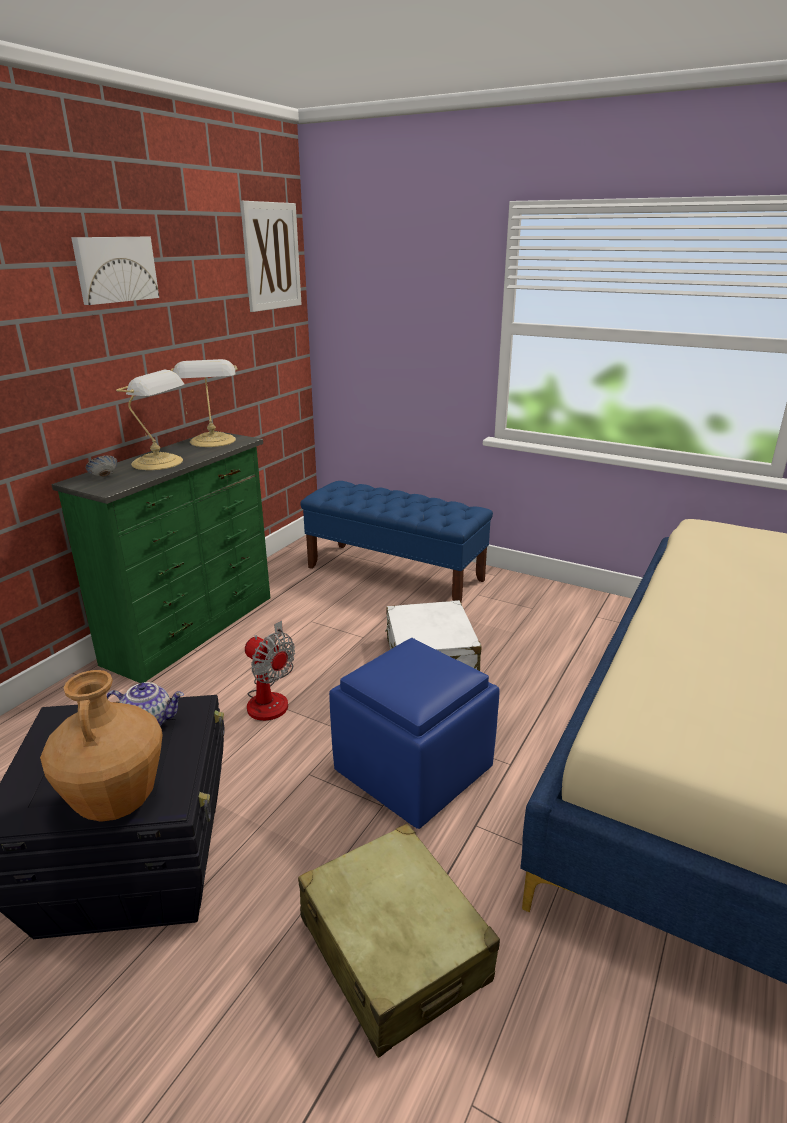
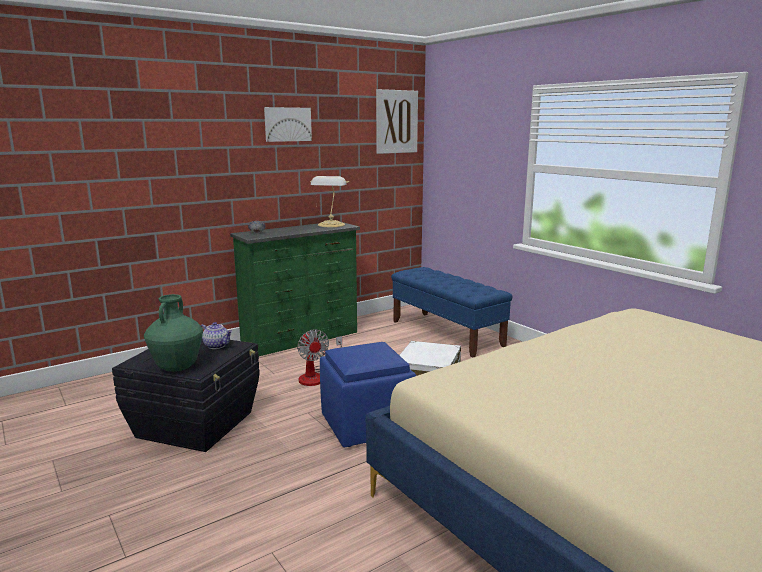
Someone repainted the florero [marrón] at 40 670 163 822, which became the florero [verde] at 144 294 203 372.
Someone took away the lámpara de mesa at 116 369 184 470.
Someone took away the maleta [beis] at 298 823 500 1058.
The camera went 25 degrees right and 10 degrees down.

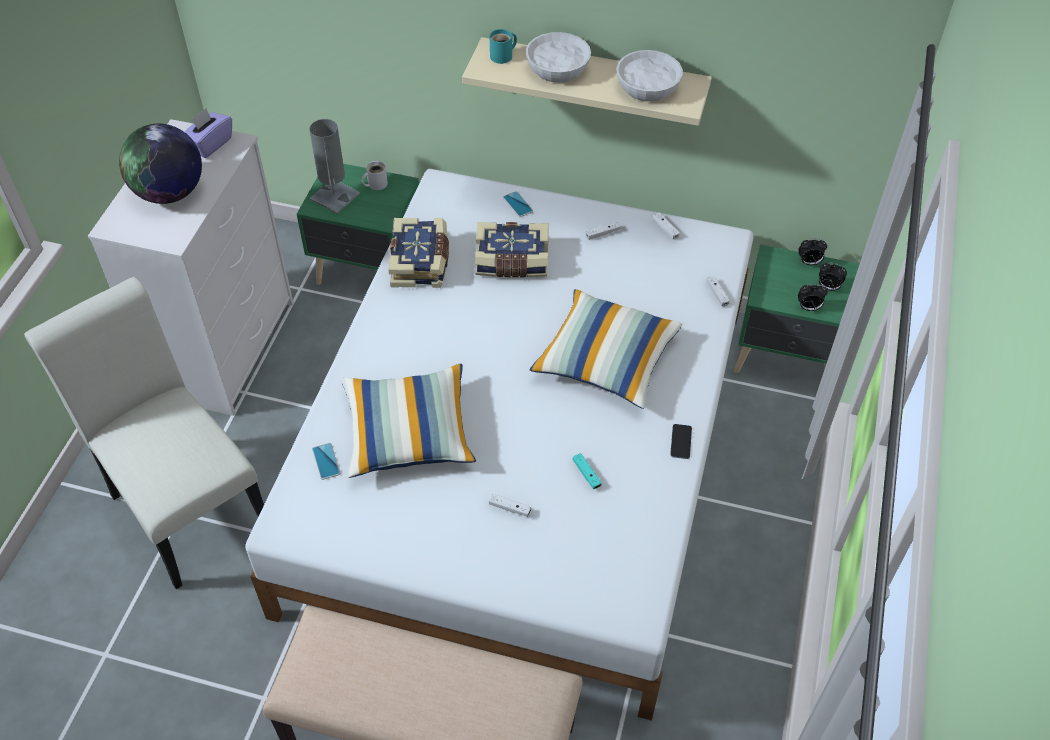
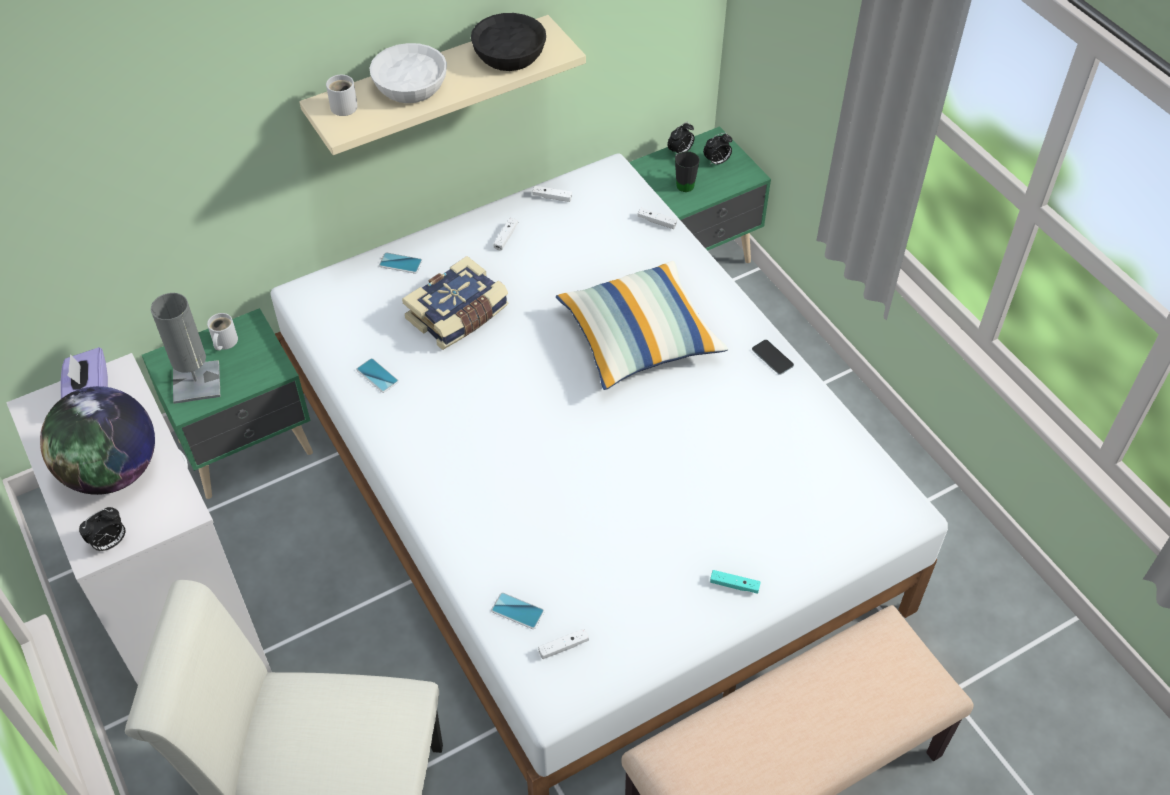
Someone took away the cojín at 341 364 476 478.
Someone swapped the libro at 388 218 449 288 for the móvil at 356 358 399 393.
Someone carried the mando de consola [blanco] from 489 494 531 517 to 538 629 589 659.
Someone repainted the taza grande [turquesa] at 490 29 517 64, which became the taza grande [blanco] at 326 75 358 116.
Someone carried the mando de consola [turquesa] from 573 453 602 489 to 710 570 761 594.
Someone repainted the cuenco [blanco] at 616 50 683 102, which became the cuenco [negro] at 471 13 546 71.
Someone carried the despertador from 798 284 828 311 to 79 507 125 552.
Someone put down the taza grande [negro] at 675 151 700 192.
The camera went 45 degrees left and 0 degrees up.

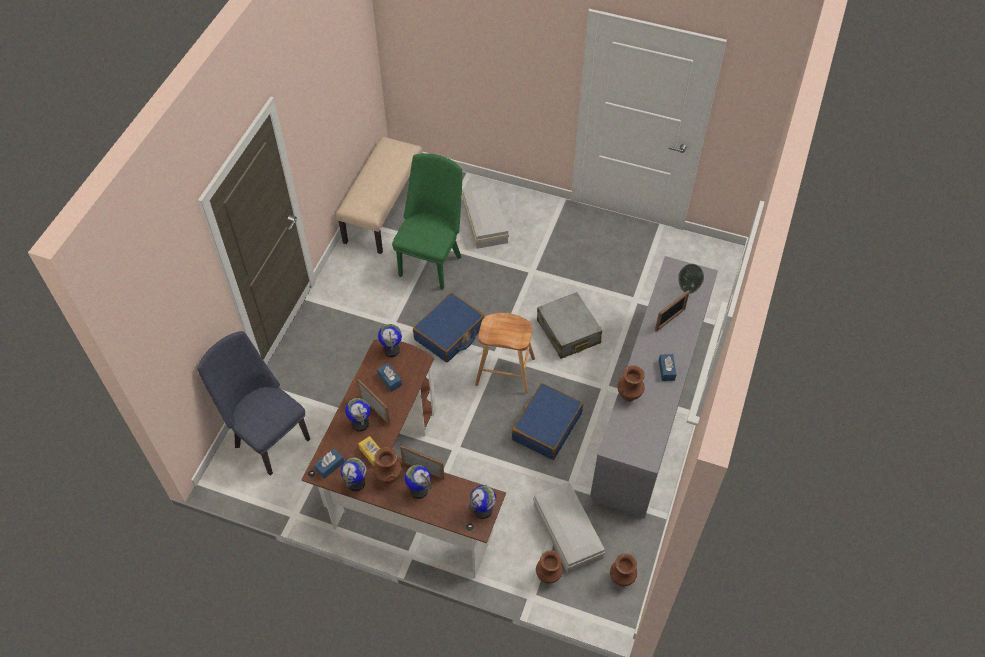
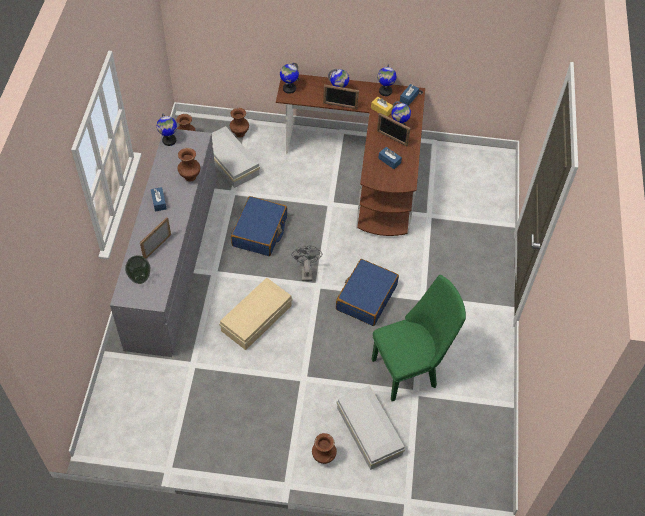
Someone took away the silla [azul] at 197 331 310 476.
Someone took away the banco [beis] at 336 136 423 254.
Someone carried the florero [marrón] from 373 447 402 484 to 312 433 337 464.
Someone carried the globo terráqueo from 378 324 402 357 to 157 113 177 146.
Someone rotated the silla [verde] at 392 153 462 290 by 120 degrees counterclockwise.
Someone swapped the taburete [marrón] at 475 313 535 394 for the ventilador [gris] at 292 245 322 281.
Someone swapped the maleta [gris] at 537 292 602 359 for the caja de almacenaje [beis] at 219 278 293 350.
The camera went 165 degrees right and 0 degrees up.

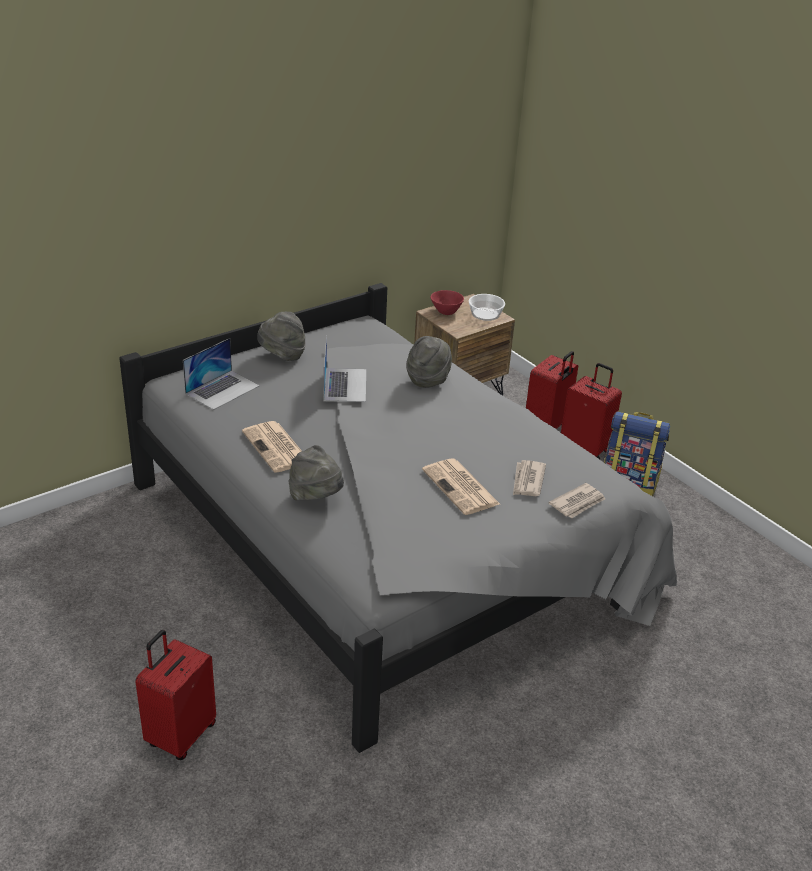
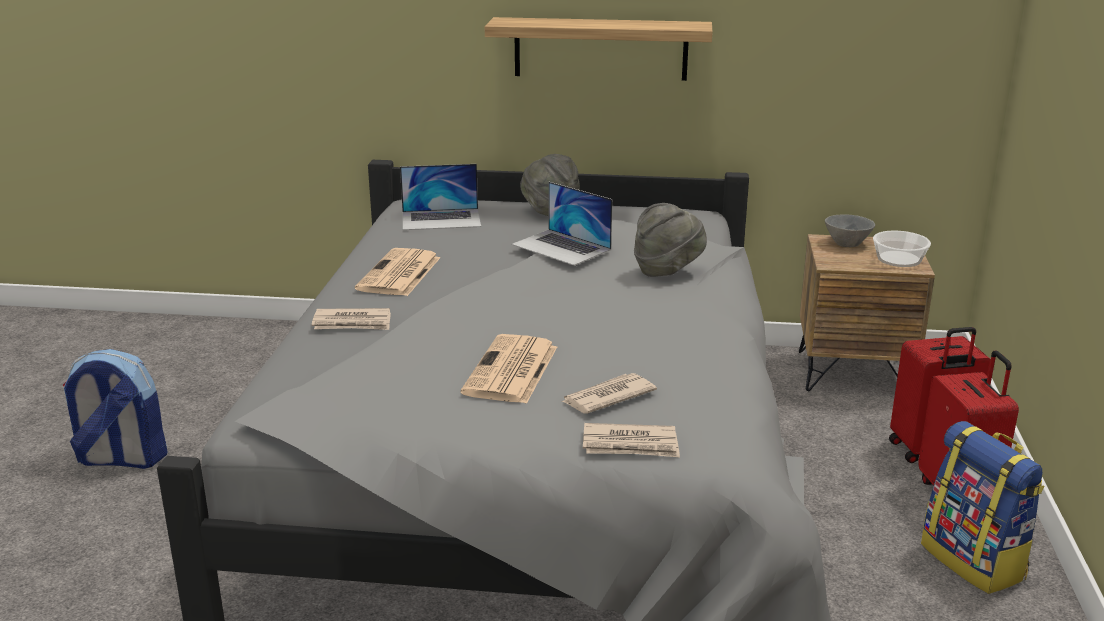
Someone took away the maleta [rojo] at 135 630 216 760.
Someone swapped the sombrero [gris] at 288 445 344 500 for the periódico at 312 308 391 330.
Someone rotated the portátil at 324 335 366 402 by 90 degrees clockwise.
Someone repainted the cuenco [rojo] at 431 290 464 315, which became the cuenco [gris] at 825 214 875 247.
Someone put down the mochila at 63 349 167 469.
Someone put up the estante at 485 17 713 81.
The camera went 45 degrees right and 10 degrees down.

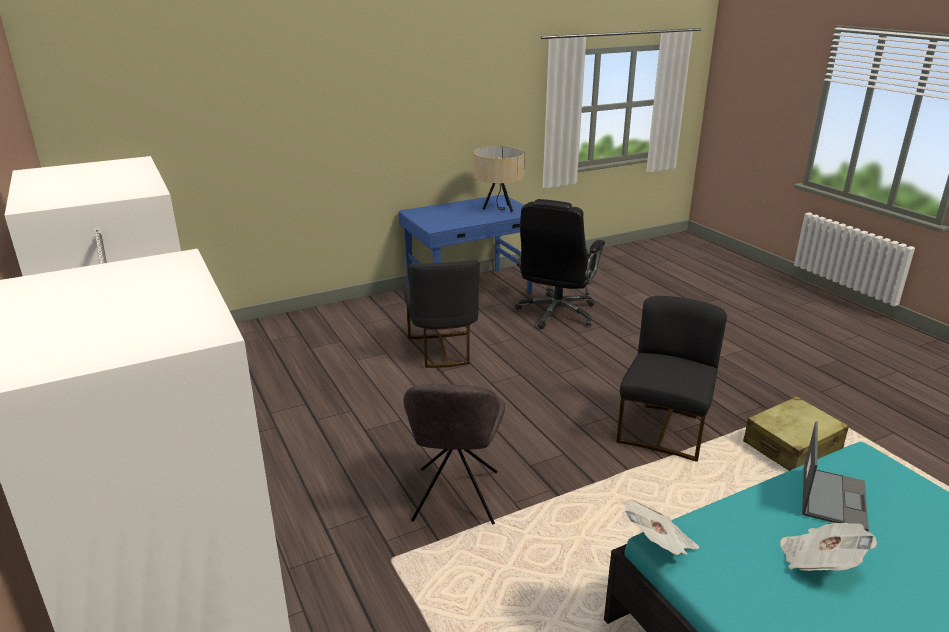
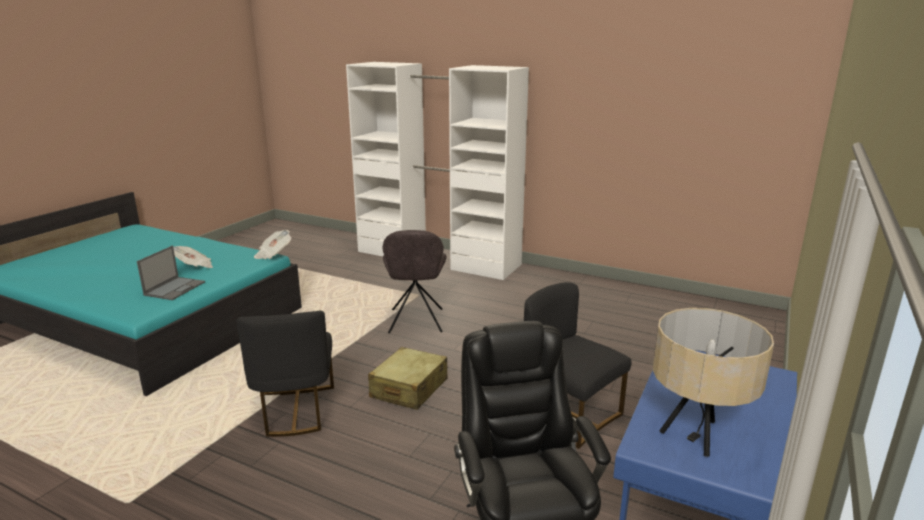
Someone rotated the silla [gris] at 403 384 505 524 by 150 degrees counterclockwise.
Someone carried the maleta [beis] from 743 396 849 471 to 368 347 448 410.
Someone rotated the portátil at 802 421 869 531 by 150 degrees counterclockwise.
The camera went 145 degrees right and 5 degrees down.

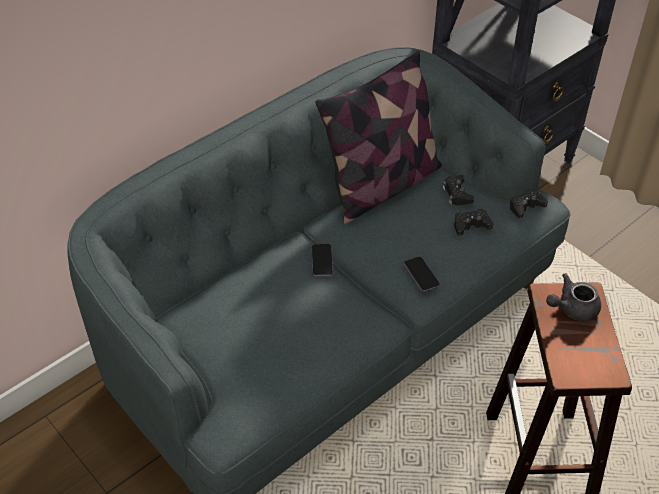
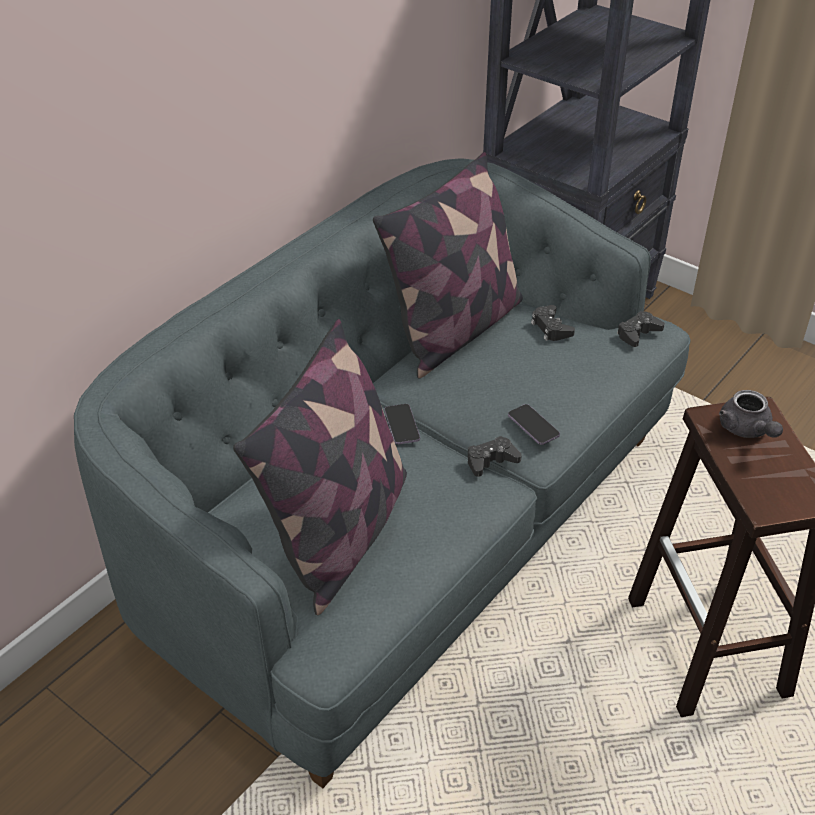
Someone carried the mando de consola [negro] from 454 209 494 236 to 468 436 522 477.
Someone rotated the tetera [gris] at 546 273 601 321 by 75 degrees counterclockwise.
Someone put down the cojín at 233 319 407 616.
The camera went 10 degrees left and 5 degrees down.

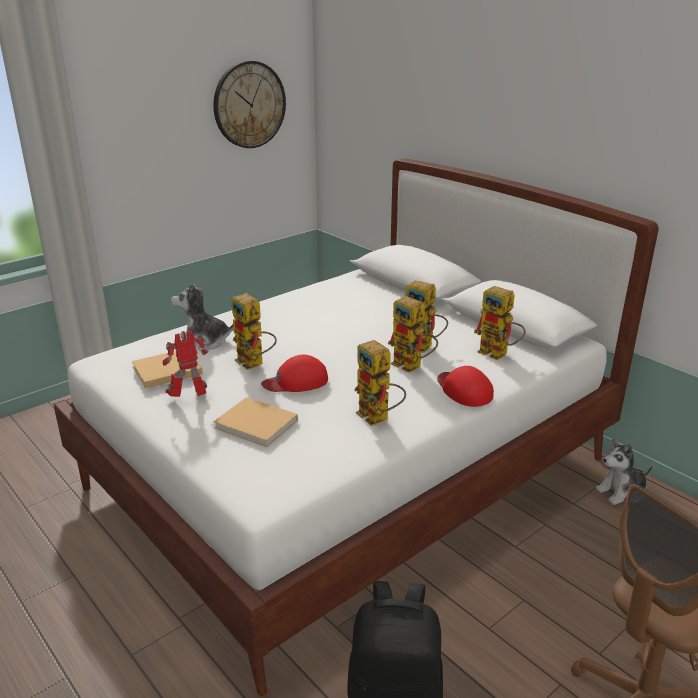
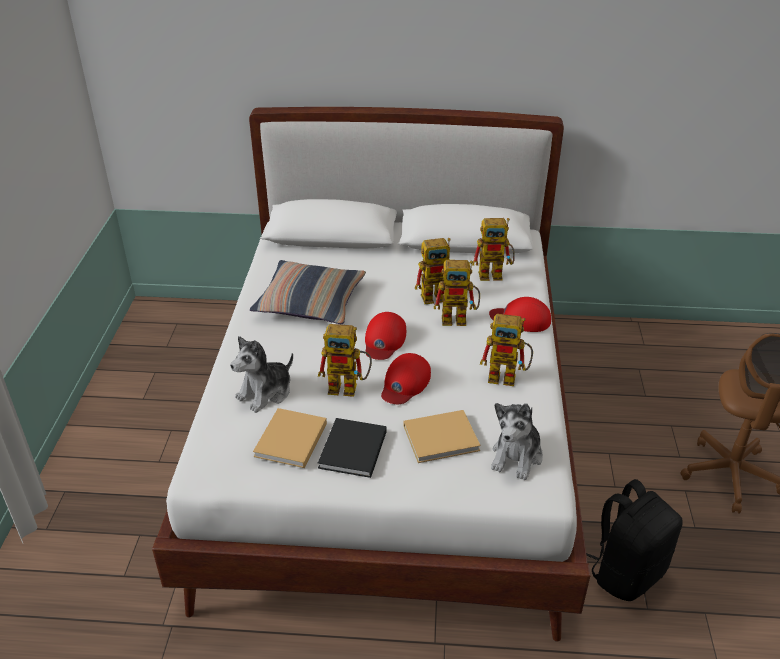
Someone swapped the robot de juguete at 163 330 208 397 for the libro [negro] at 318 418 386 478.
Someone took away the reloj de pared at 213 61 286 148.
Someone carried the peluche from 596 438 653 505 to 491 403 543 480.
Someone put down the cojín at 250 260 366 324.
Someone put down the gorra [rojo] at 365 312 406 360.
The camera went 45 degrees left and 10 degrees up.

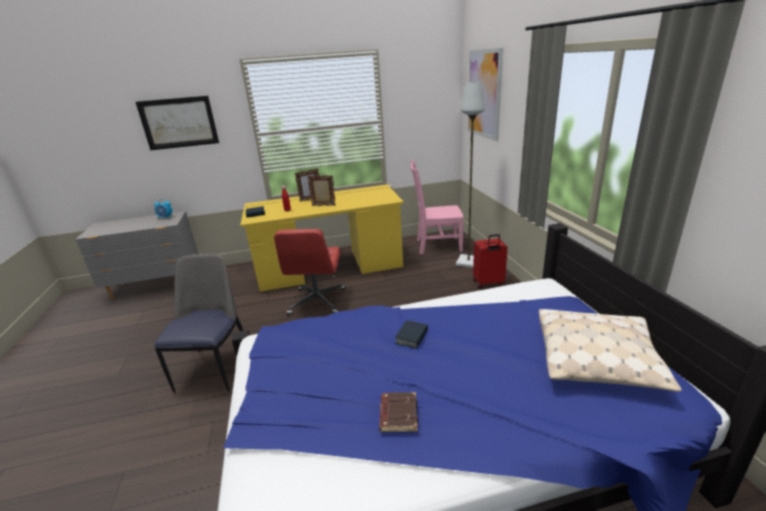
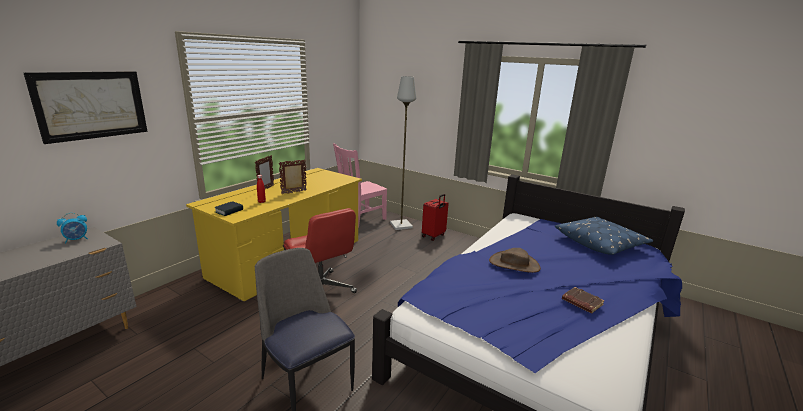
Someone swapped the libro at 395 320 428 349 for the sombrero [marrón] at 489 248 541 273.
Someone took away the cuadro at 468 48 503 141.
Someone repainted the cojín [beis] at 539 309 682 392, which became the cojín [azul] at 555 217 653 255.
The camera went 45 degrees left and 5 degrees down.

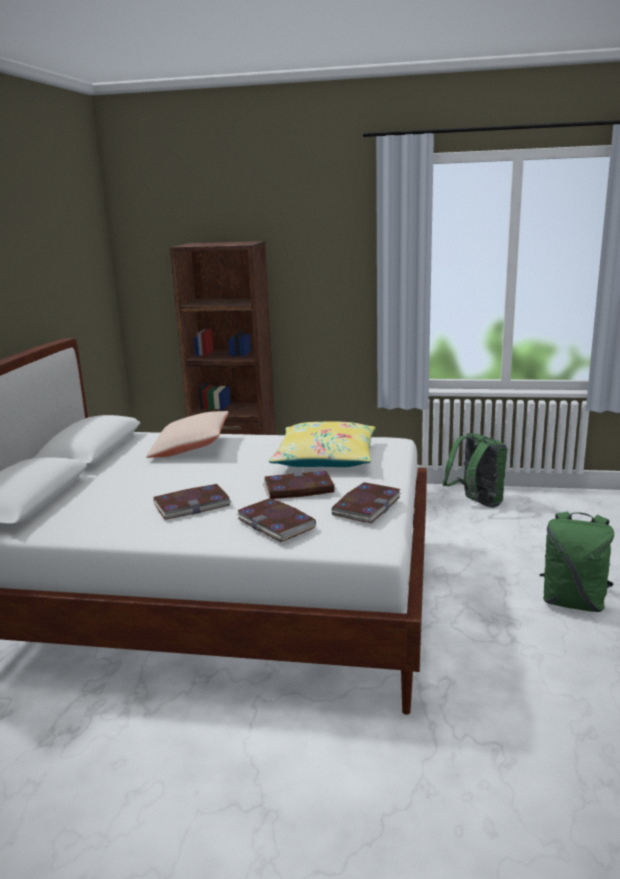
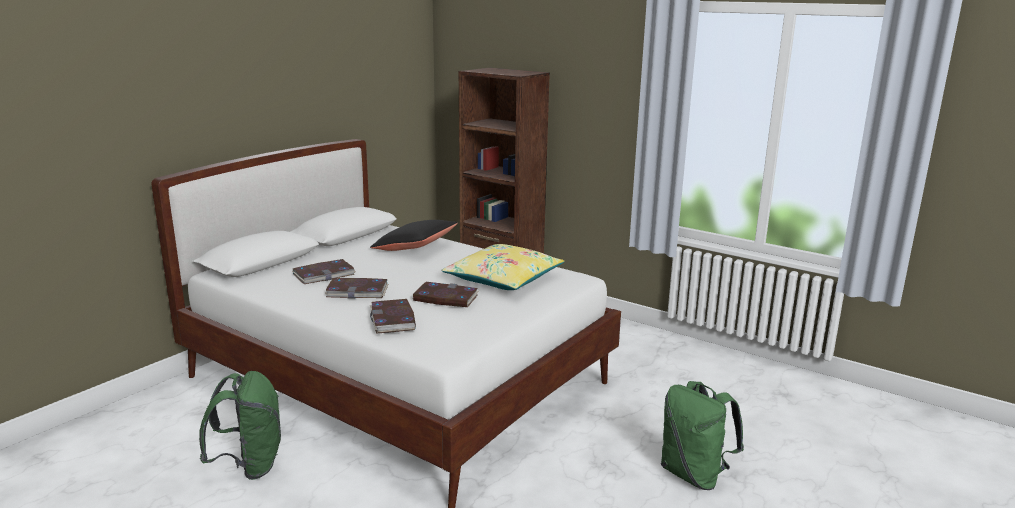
Someone repainted the cojín [beis] at 146 411 229 458, which became the cojín [negro] at 370 220 458 251.
Someone carried the libro from 332 482 401 523 to 292 259 355 284.
Someone carried the mochila [verde] from 443 433 507 508 to 199 371 281 480.
The camera went 25 degrees right and 0 degrees up.

